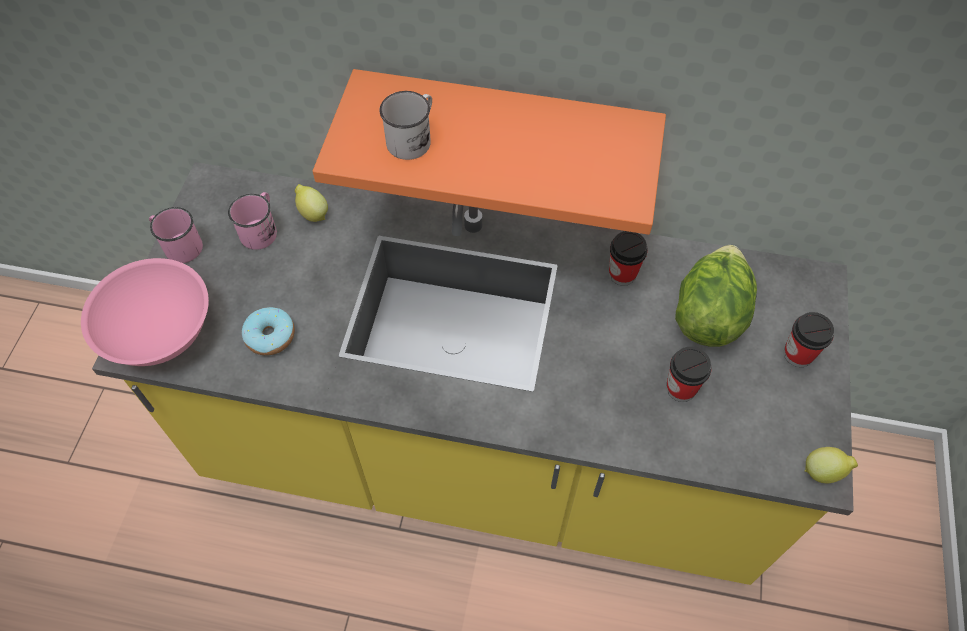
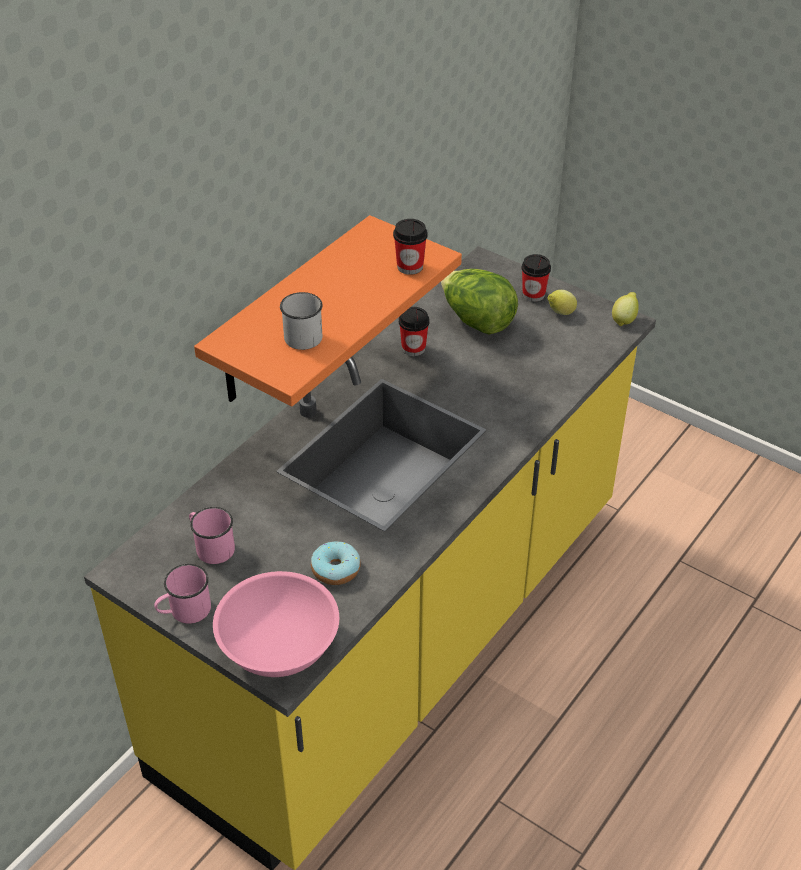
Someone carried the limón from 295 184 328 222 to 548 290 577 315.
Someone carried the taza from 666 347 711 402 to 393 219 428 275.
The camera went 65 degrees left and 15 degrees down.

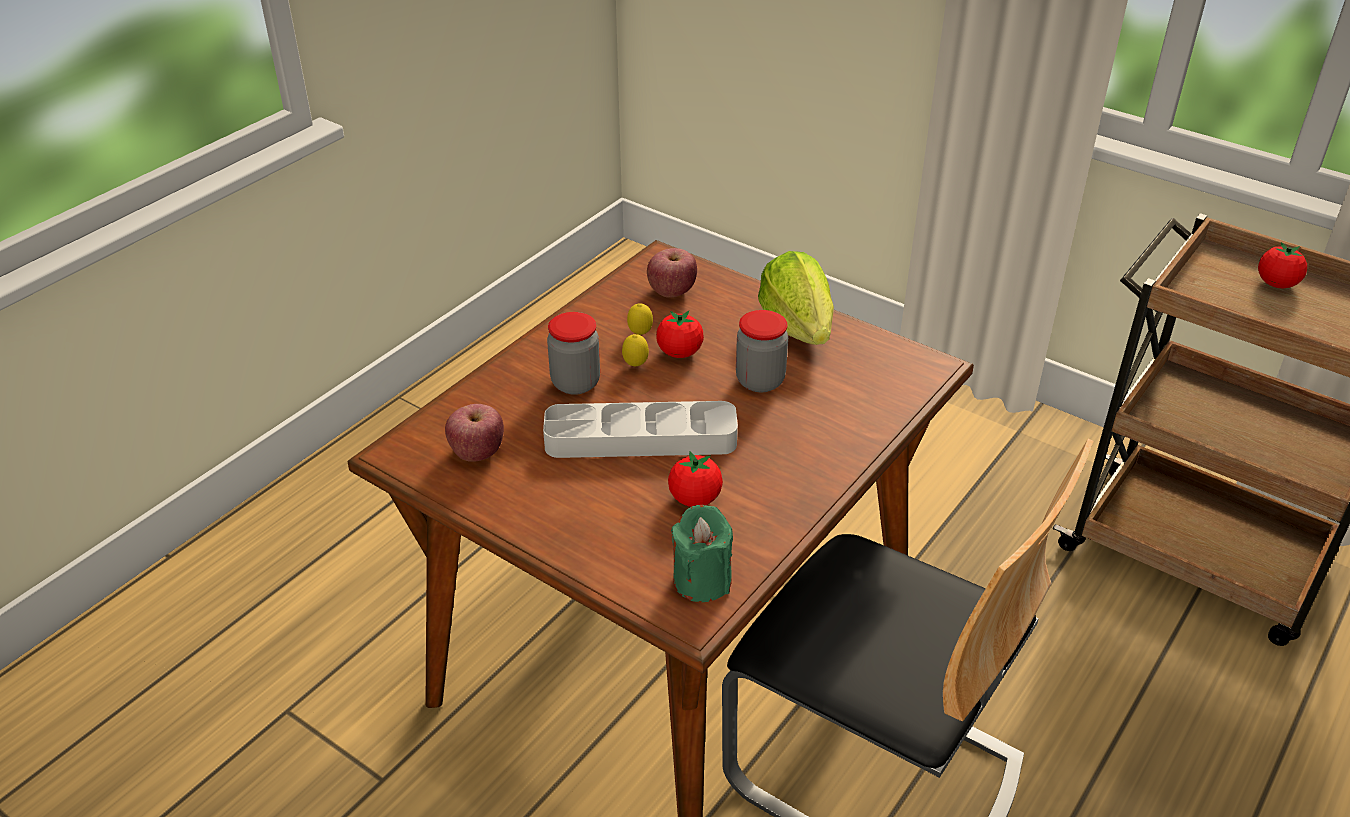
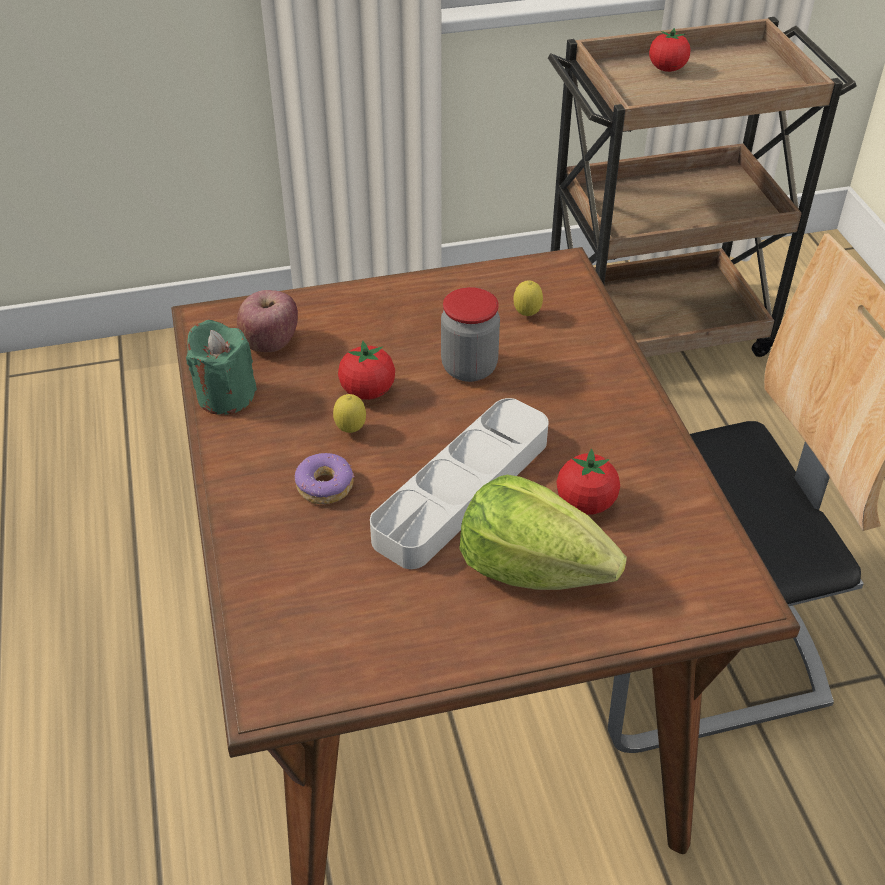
Someone took away the manzana at 445 404 504 462.
Someone swapped the tarro at 547 312 600 395 for the rosquilla at 295 453 354 504.
Someone carried the limón from 627 303 653 335 to 514 280 543 316.
Someone carried the vela [verde] from 671 505 733 602 to 186 319 257 415.
Someone carried the lechuga from 758 251 834 345 to 459 475 627 590.
The camera went 50 degrees left and 5 degrees up.

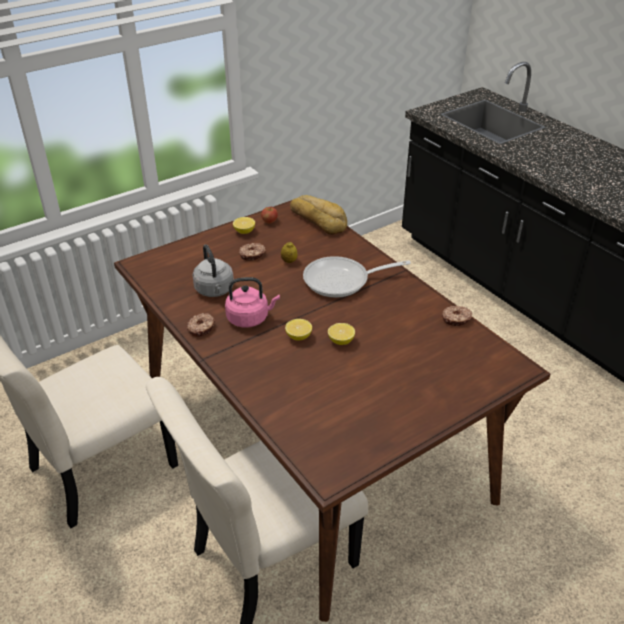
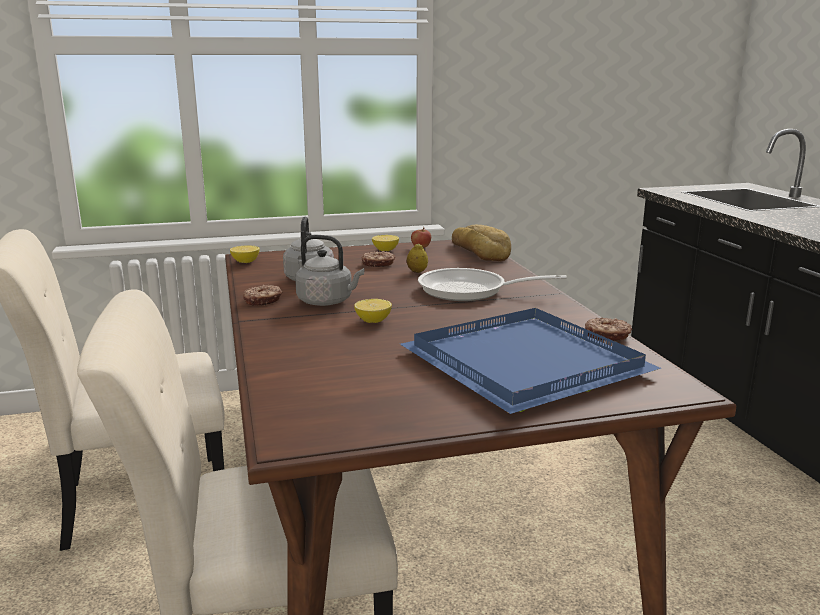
Someone repainted the hervidor [rosa] at 225 277 280 328, which became the hervidor [gris] at 295 235 364 306.
Someone carried the limón from 328 323 355 345 to 230 245 260 263.
Someone put down the bandeja [azul] at 400 308 661 414.
The camera went 20 degrees right and 20 degrees down.

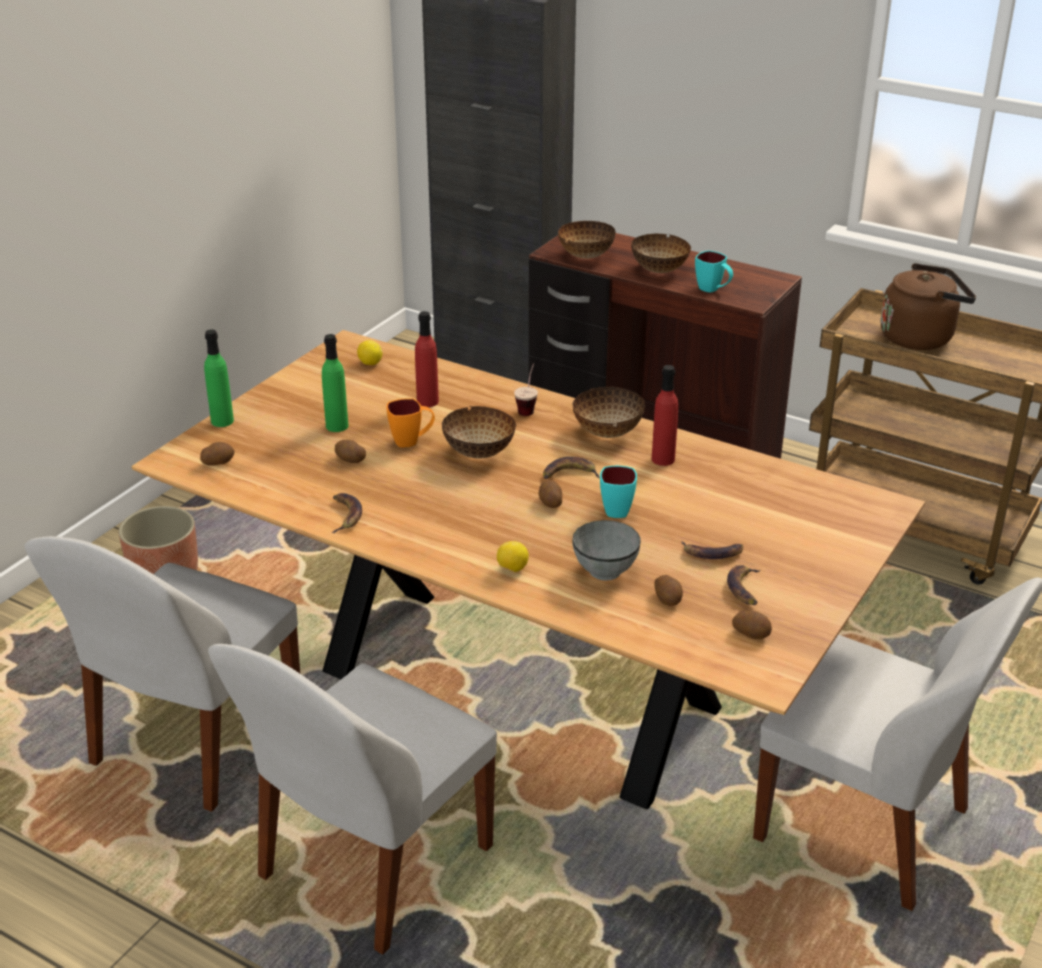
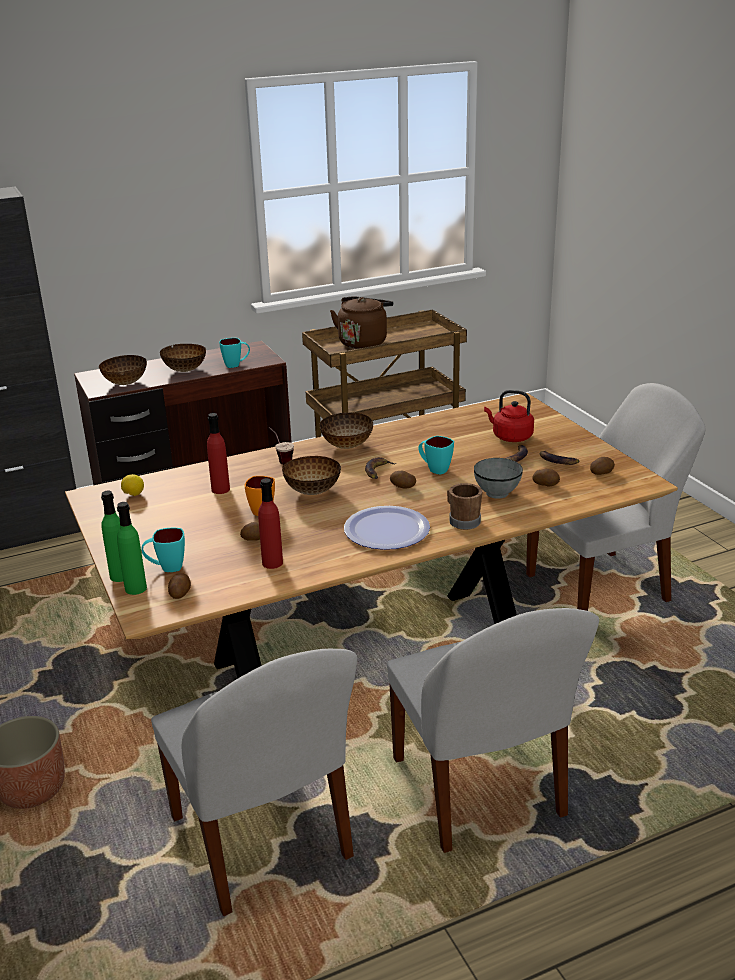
Someone carried the botella [verde] from 322 334 348 432 to 117 502 147 595.
Someone took away the plátano at 332 493 362 533.
Someone swapped the limón at 497 541 529 572 for the taza grande [marrón] at 447 483 482 530.
Someone carried the botella [rojo] from 652 365 678 466 to 258 478 283 569.
Someone put down the taza grande [turquesa] at 141 528 185 572.
Someone put down the plato at 344 506 430 550.
Someone put down the hervidor [rojo] at 484 390 534 442.
The camera went 55 degrees left and 5 degrees down.

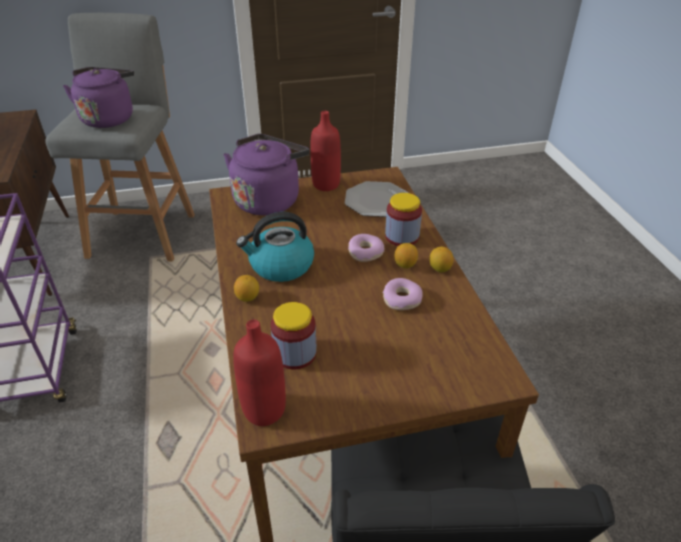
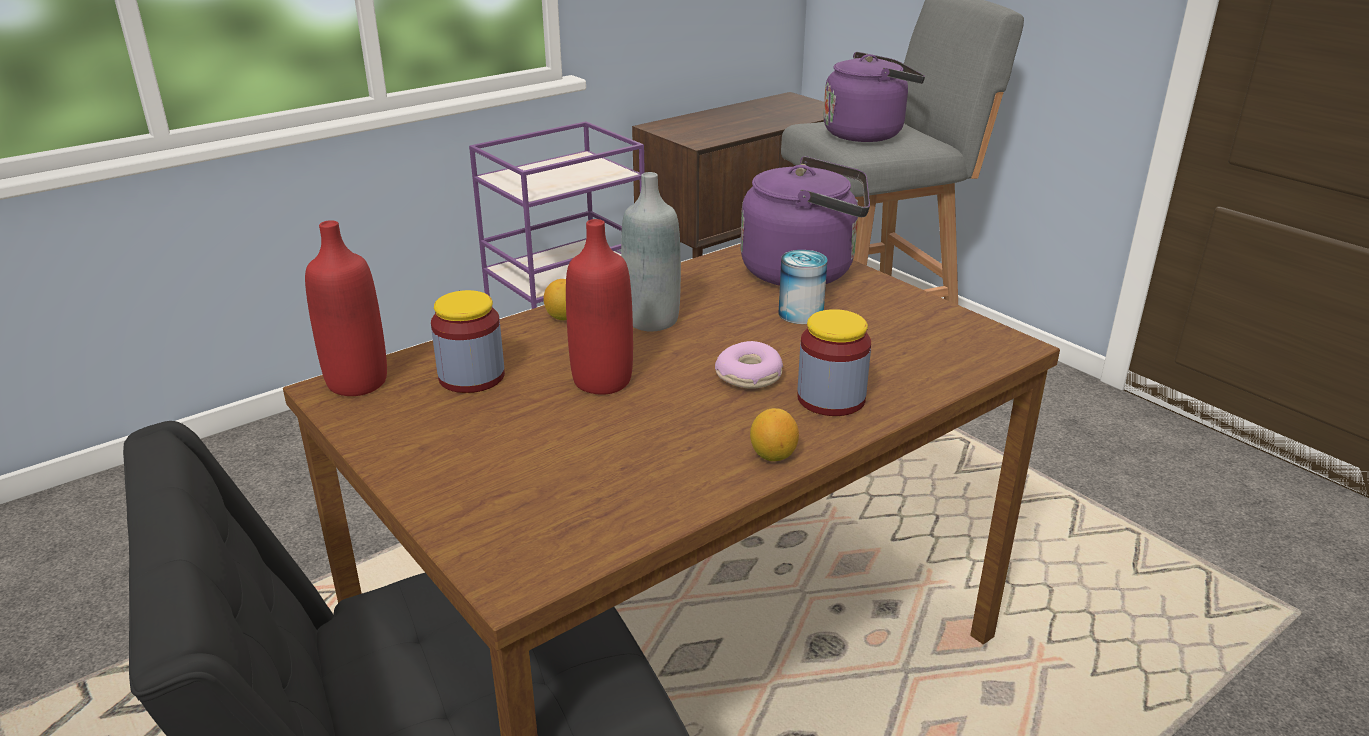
Someone swapped the hervidor at 236 212 314 282 for the botella [gris] at 621 172 681 332.
Someone carried the botella [rojo] from 310 111 341 191 to 566 219 633 395.
Someone took away the plato at 345 181 408 217.
Someone took away the rosquilla at 383 278 423 310.
Someone took away the limón at 395 243 418 268.
Someone put down the lata at 778 250 828 324.
The camera went 65 degrees right and 10 degrees down.

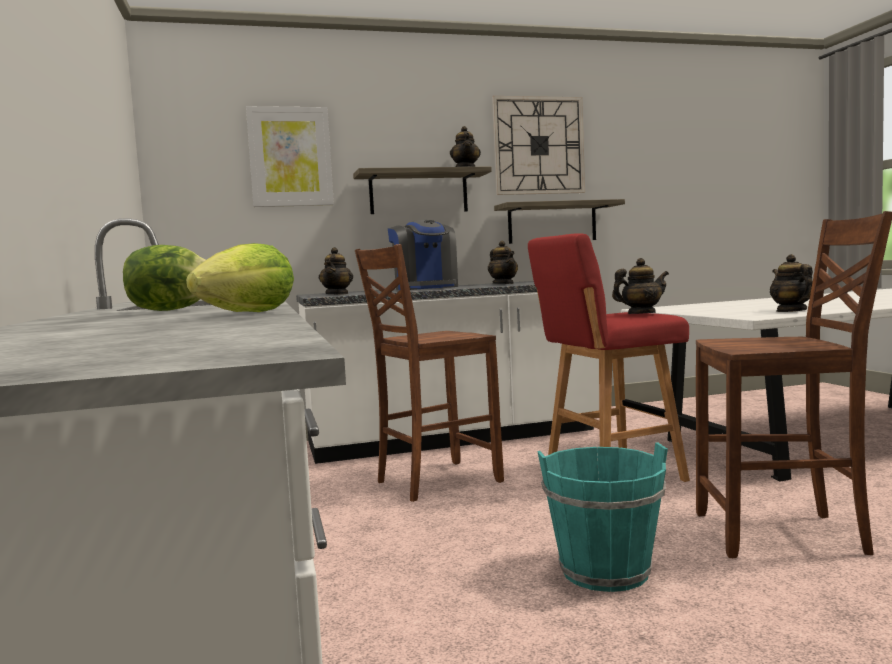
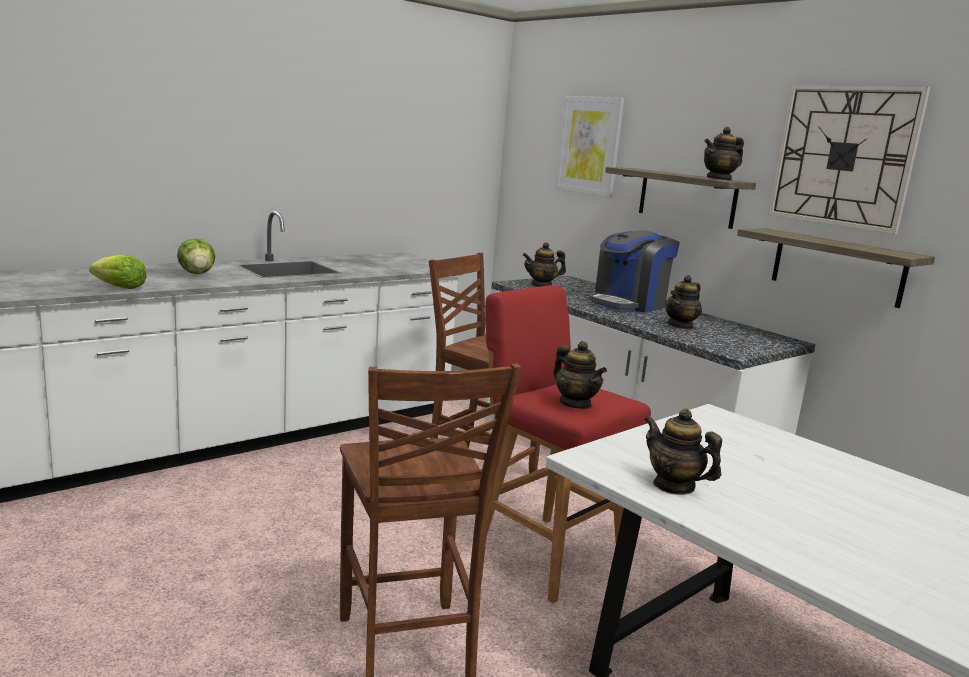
Someone took away the cubo [turquesa] at 537 443 668 592.
Someone rotated the tetera at 770 254 813 312 by 105 degrees counterclockwise.
The camera went 65 degrees right and 10 degrees up.

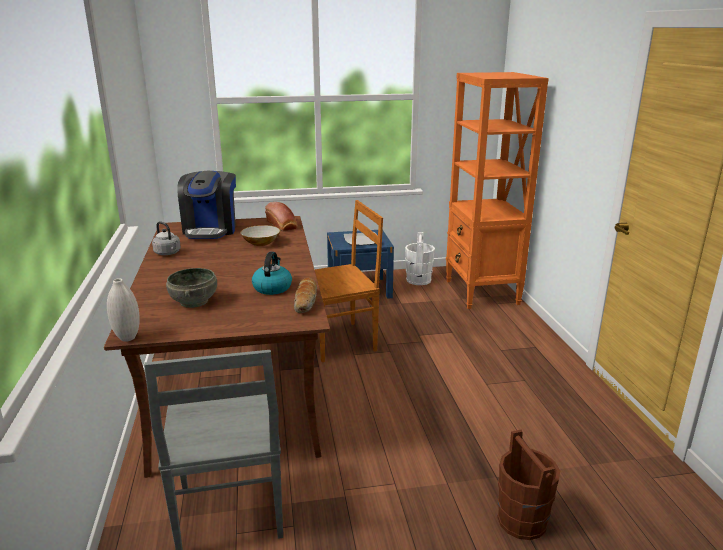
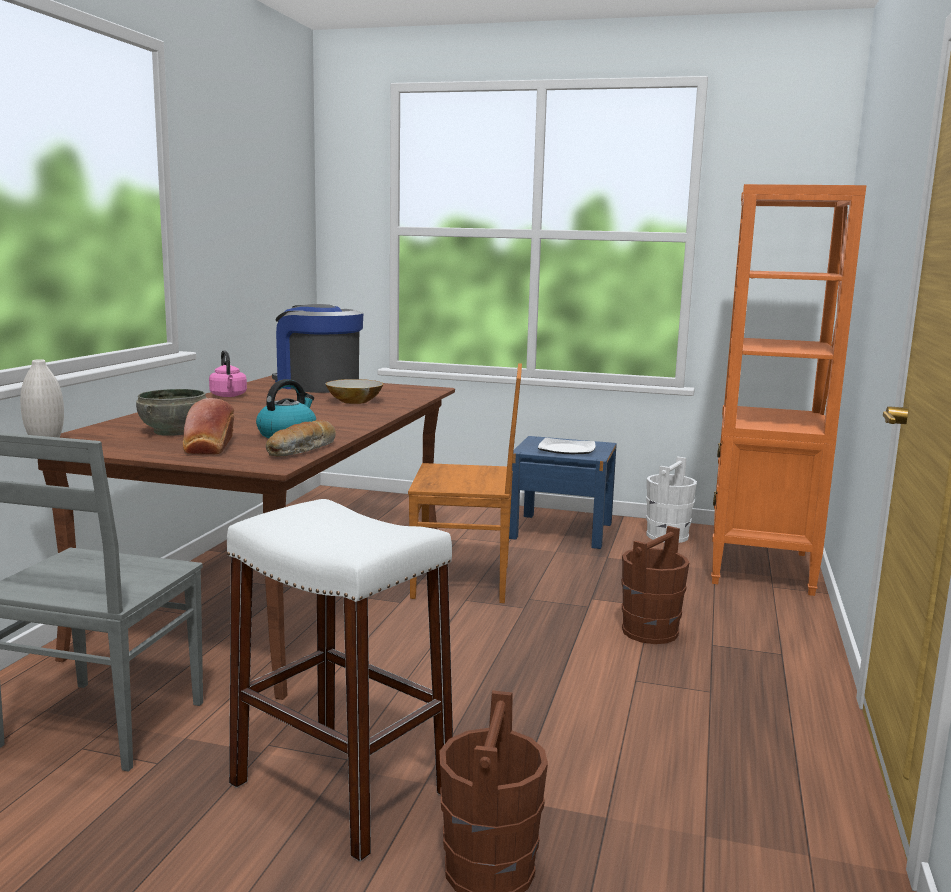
Someone repainted the hervidor [gris] at 152 221 181 255, which became the hervidor [rosa] at 209 350 247 397.
Someone rotated the cafetera at 177 171 236 239 by 105 degrees clockwise.
Someone carried the pan from 265 202 298 231 to 183 398 234 455.
Someone put down the taburete [blanco] at 227 499 453 861.
Someone put down the cubo [marrón] at 621 526 690 644.
The camera went 25 degrees right and 10 degrees down.

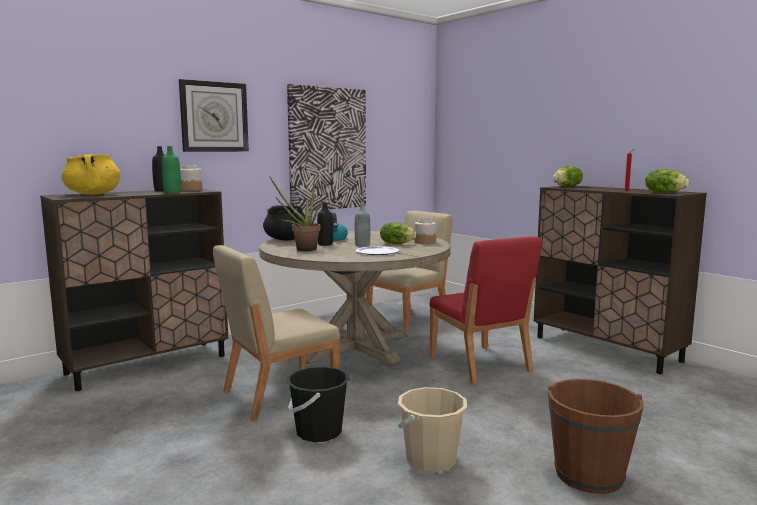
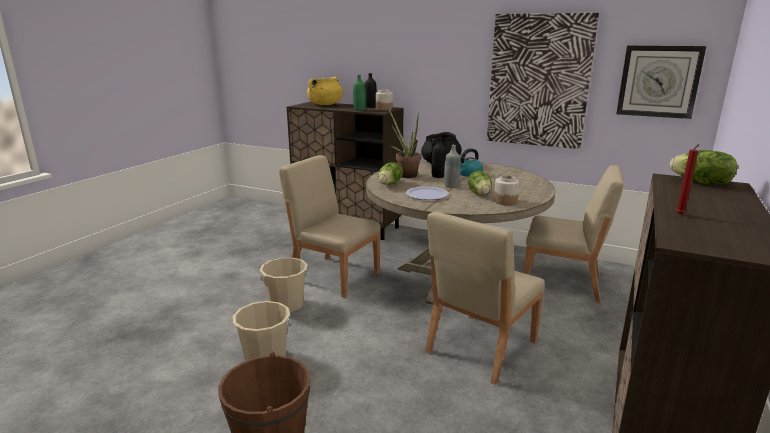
Someone carried the reloj de pared from 179 79 249 152 to 616 45 706 119.
Someone repainted the cubo [negro] at 287 367 350 442, which became the cubo [beis] at 259 258 308 312.
Someone repainted the silla [rojo] at 429 237 542 384, which became the silla [beis] at 425 211 545 385.
Someone carried the lechuga from 645 169 689 193 to 379 162 403 185.
The camera went 65 degrees right and 10 degrees up.

